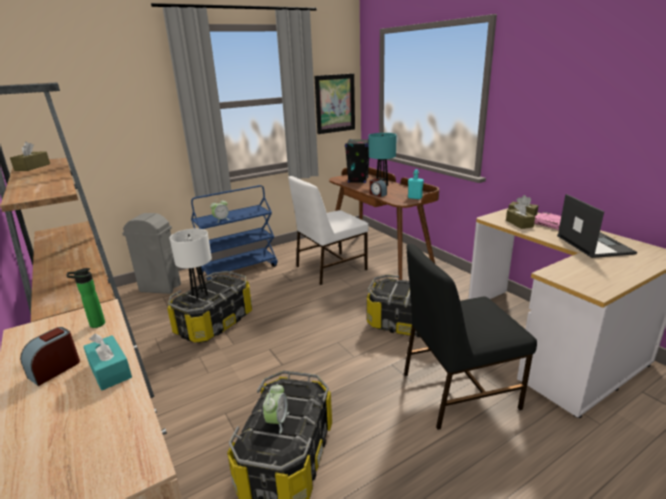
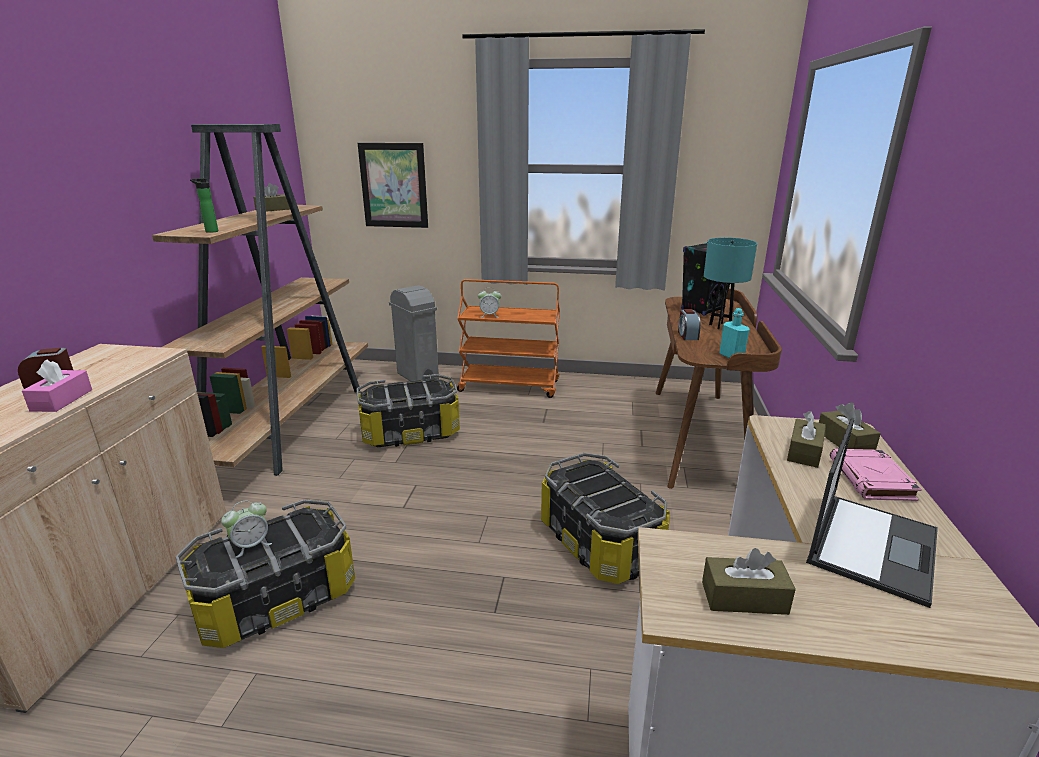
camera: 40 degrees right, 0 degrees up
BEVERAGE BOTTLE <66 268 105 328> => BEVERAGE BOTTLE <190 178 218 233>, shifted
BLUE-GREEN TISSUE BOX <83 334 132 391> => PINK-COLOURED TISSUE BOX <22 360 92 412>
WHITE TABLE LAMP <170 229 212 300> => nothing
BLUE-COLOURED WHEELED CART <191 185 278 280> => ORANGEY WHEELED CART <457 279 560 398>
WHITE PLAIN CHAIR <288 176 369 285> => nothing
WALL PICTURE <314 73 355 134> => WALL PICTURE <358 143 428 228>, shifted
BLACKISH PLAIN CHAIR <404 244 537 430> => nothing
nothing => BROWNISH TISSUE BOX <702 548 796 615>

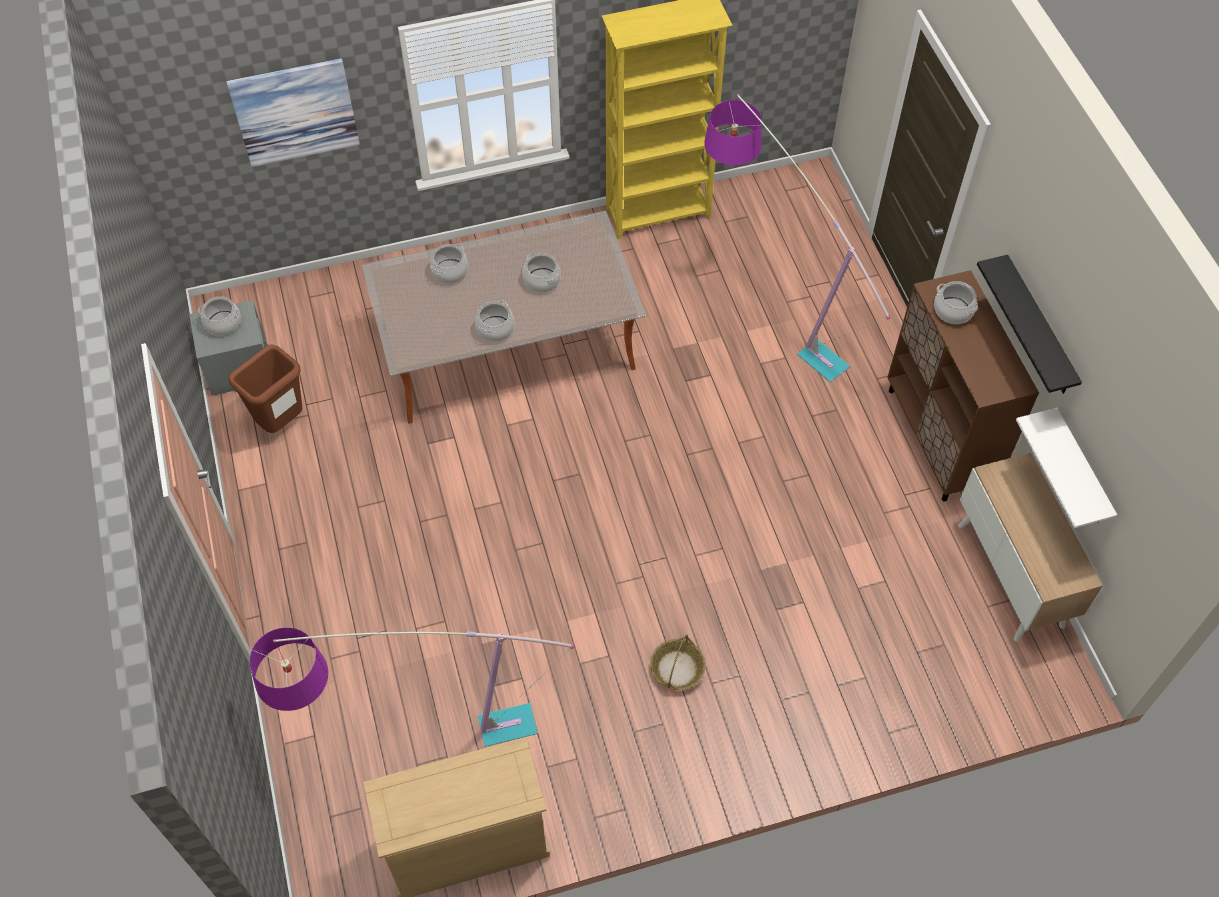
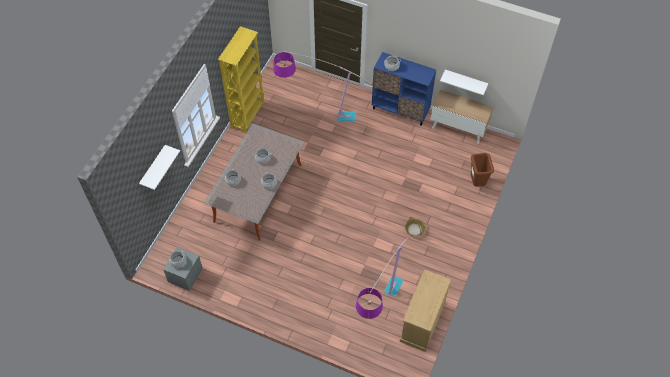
camera: 50 degrees left, 0 degrees up
WALL PICTURE <226 58 360 167> => WHITE SHELF <139 145 180 190>
BROWNISH TRASH CAN <228 345 302 433> => BROWNISH TRASH CAN <471 153 494 187>, shifted
BROWNISH STORAGE CABINET <887 270 1039 502> => BLUE-COLOURED STORAGE CABINET <372 52 436 126>
BLACKISH SHELF <977 255 1082 394> => nothing

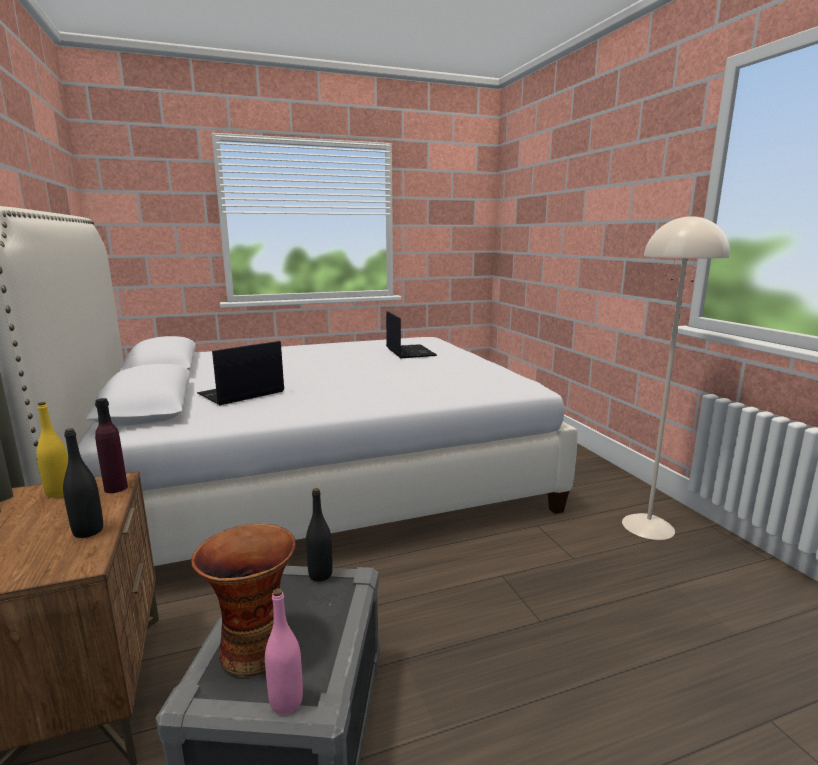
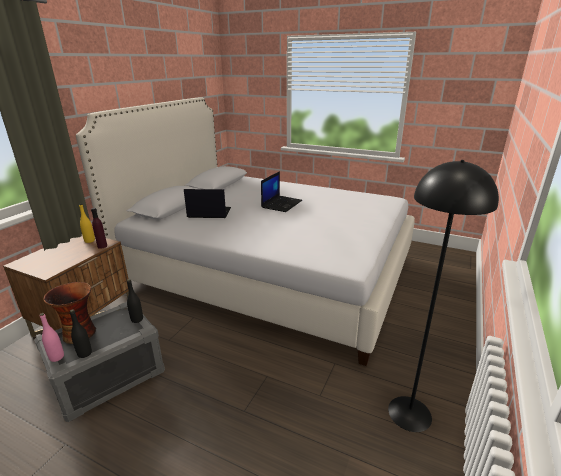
camera: 45 degrees right, 10 degrees up
BLACKISH BEVERAGE BOTTLE <63 428 103 538> => BLACKISH BEVERAGE BOTTLE <70 309 92 358>, shifted
NOTEBOOK COMPUTER <386 311 437 358> => NOTEBOOK COMPUTER <261 171 302 212>, shifted
BEIGE STANDING LAMP <622 214 730 540> => BLACKISH STANDING LAMP <388 160 499 432>

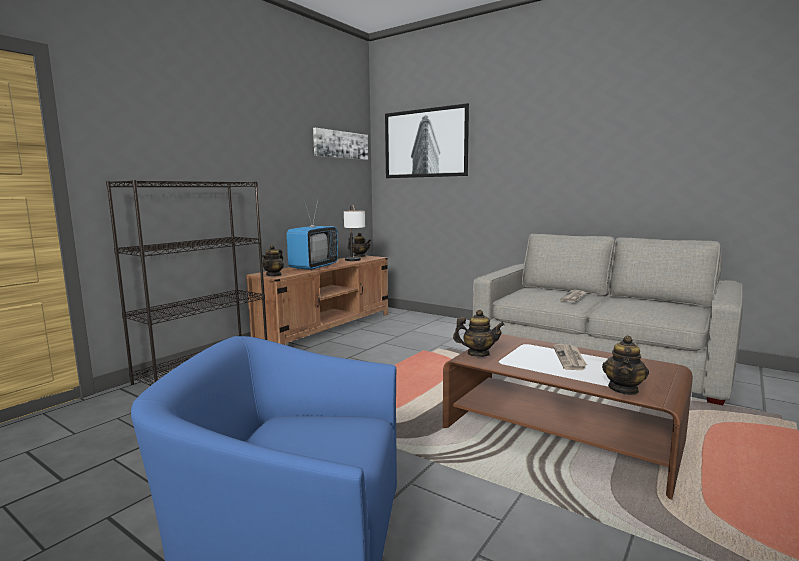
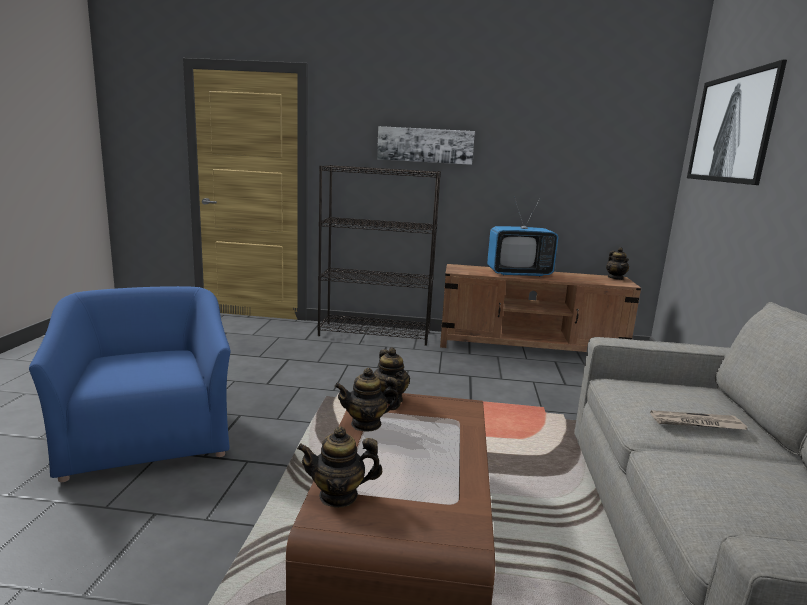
camera: 60 degrees right, 5 degrees up
TEAPOT <262 245 284 276> => TEAPOT <334 368 401 432>, shifted
WALL PICTURE <313 128 368 160> => WALL PICTURE <377 126 475 165>, shifted
TABLE LAMP <344 205 365 261> => nothing
NEWSPAPER <553 344 587 370> => nothing

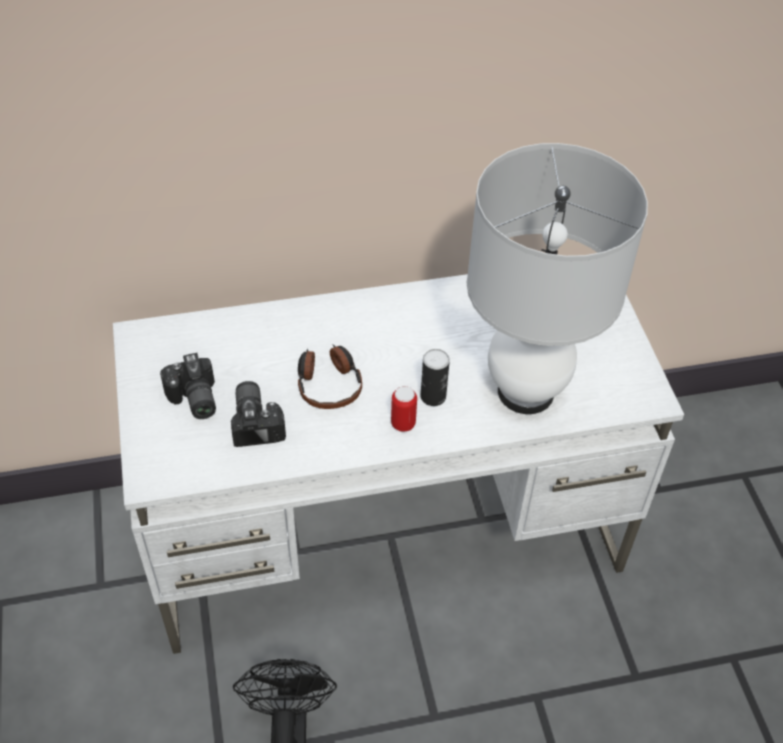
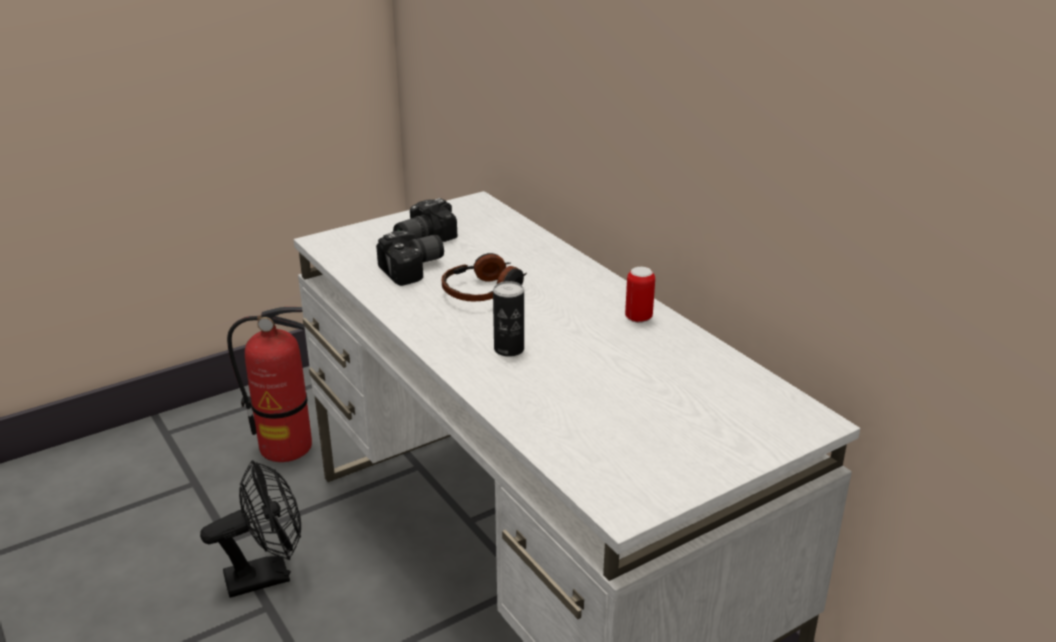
camera: 70 degrees right, 20 degrees down
METAL CAN <391 386 417 432> => METAL CAN <625 267 655 323>, shifted
WHITE TABLE LAMP <466 143 648 414> => nothing
nothing => FIRE-FIGHTING CYLINDER <227 307 312 462>

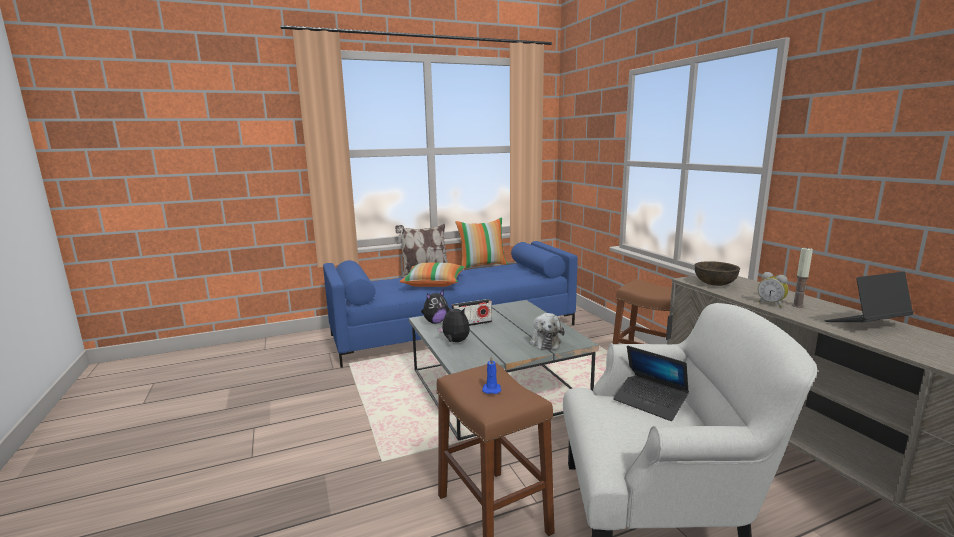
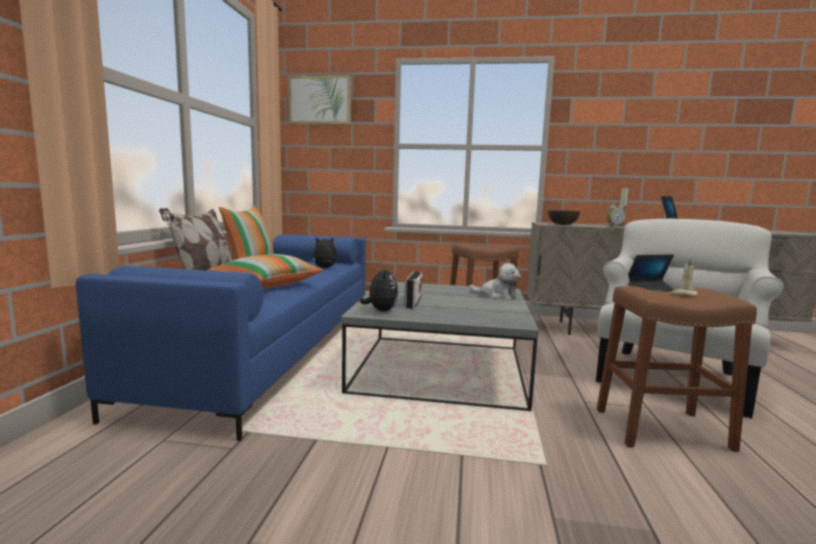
camera: 60 degrees left, 5 degrees down
PLUSH TOY <437 305 470 342> => PLUSH TOY <313 236 337 268>, shifted
BLUE-COLOURED CANDLE <482 355 501 394> => BEIGE CANDLE <672 258 698 295>
nothing => WALL PICTURE <288 75 351 124>

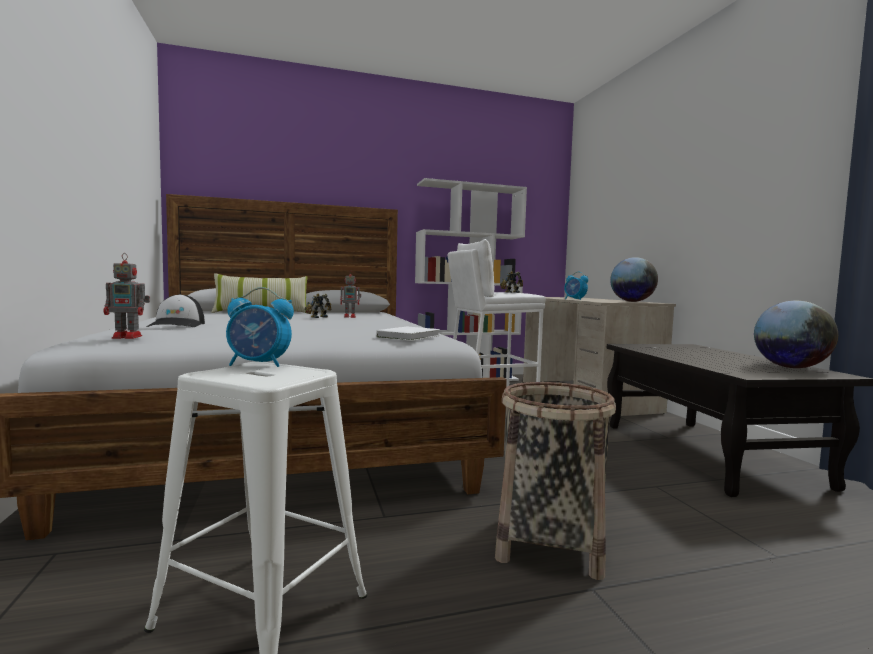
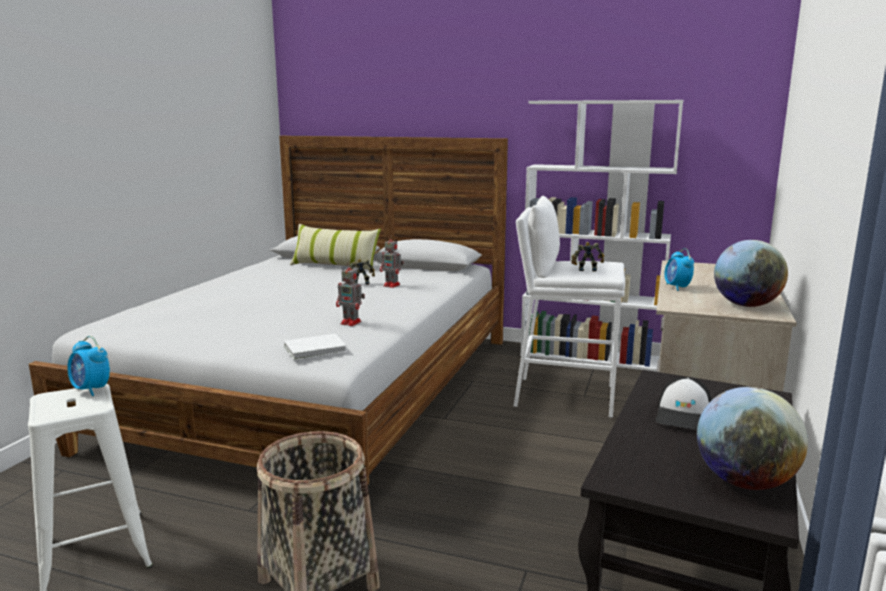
camera: 35 degrees right, 10 degrees up
ROBOT FIGURE <104 253 150 339> => ROBOT FIGURE <336 262 365 326>, shifted
CAP <146 294 205 327> => CAP <656 377 712 430>, shifted

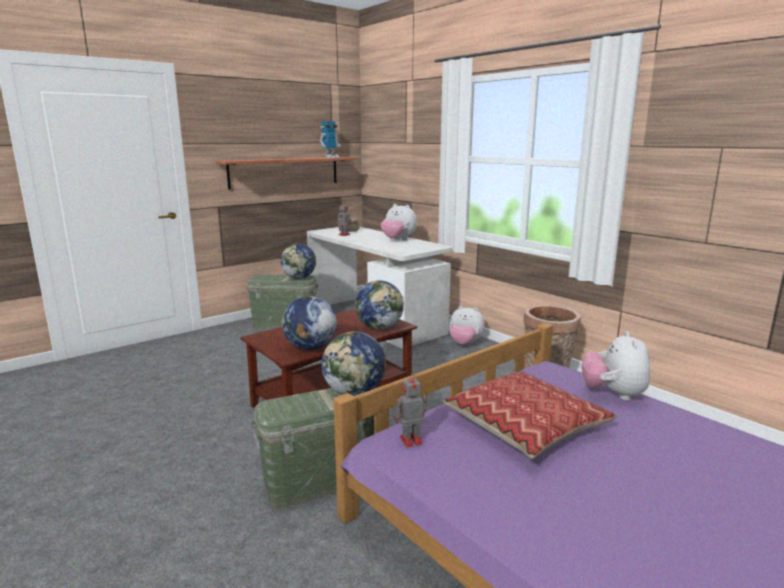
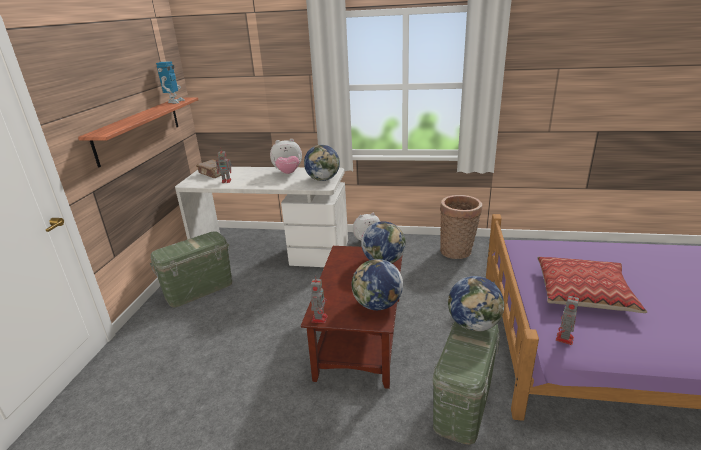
camera: 40 degrees left, 10 degrees up
WORLD GLOBE <280 243 316 279> => WORLD GLOBE <304 145 340 181>, shifted
PLUSH TOY <581 331 650 400> => nothing
nothing => ROBOT FIGURE <311 276 328 323>

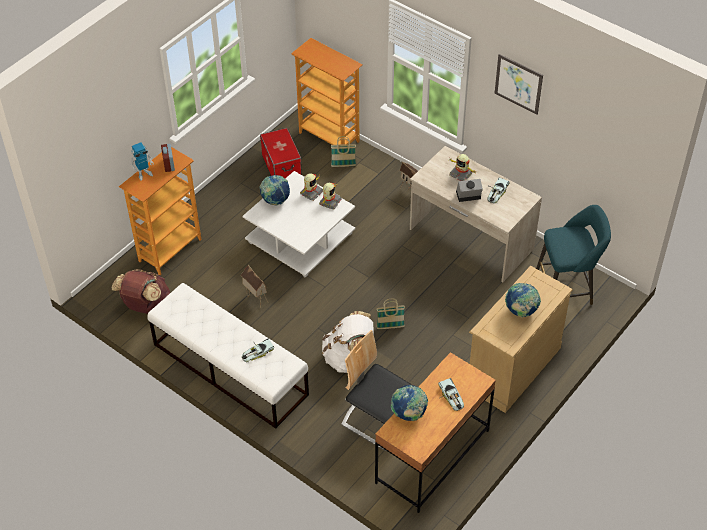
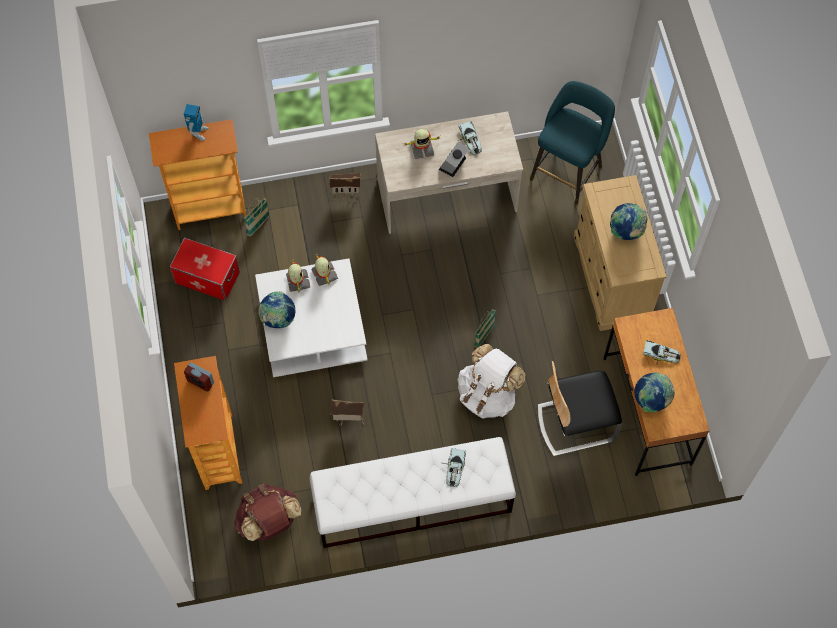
camera: 50 degrees left, 15 degrees up
ROBOT FIGURE <131 142 154 181> => ROBOT FIGURE <184 104 209 141>, shifted
WALL PICTURE <494 54 543 115> => nothing

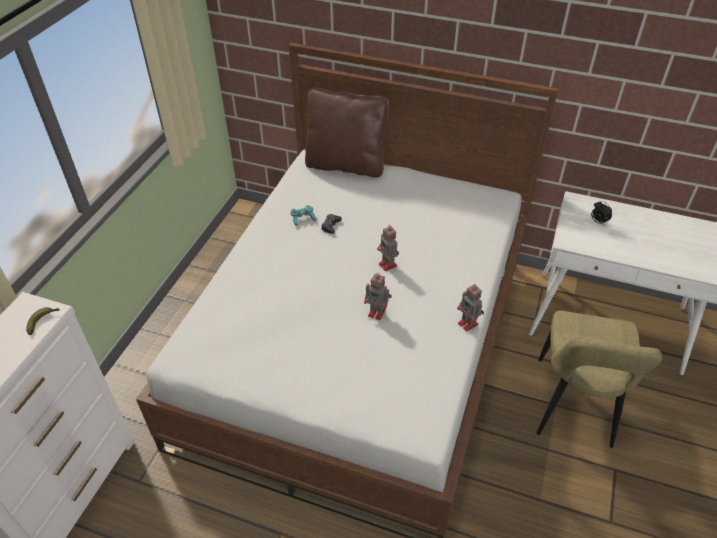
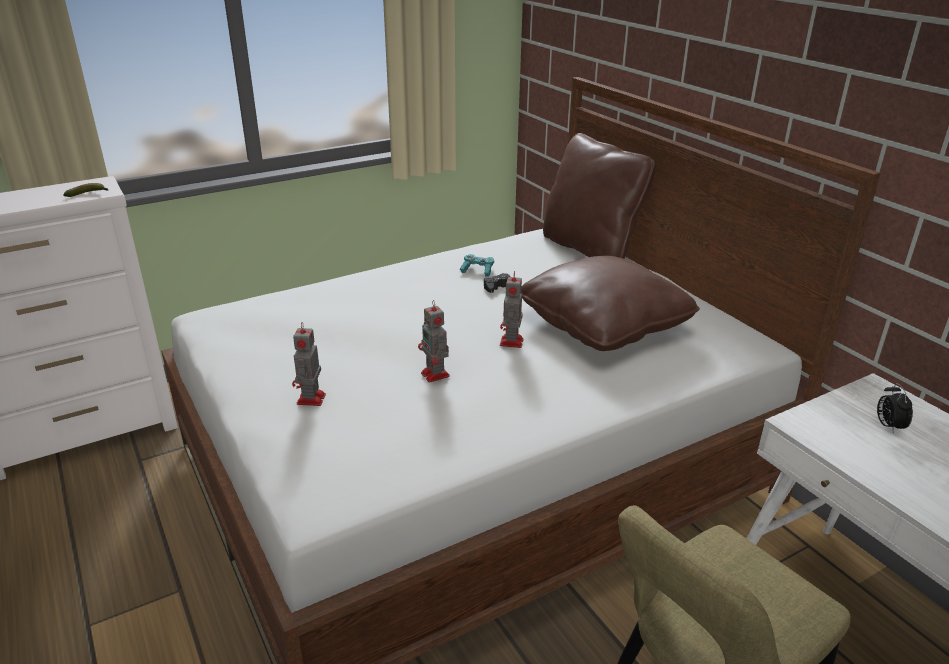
camera: 40 degrees right, 15 degrees down
ROBOT FIGURE <457 284 484 332> => ROBOT FIGURE <292 322 326 406>, shifted
nothing => BROWNISH PILLOW <521 255 700 351>

